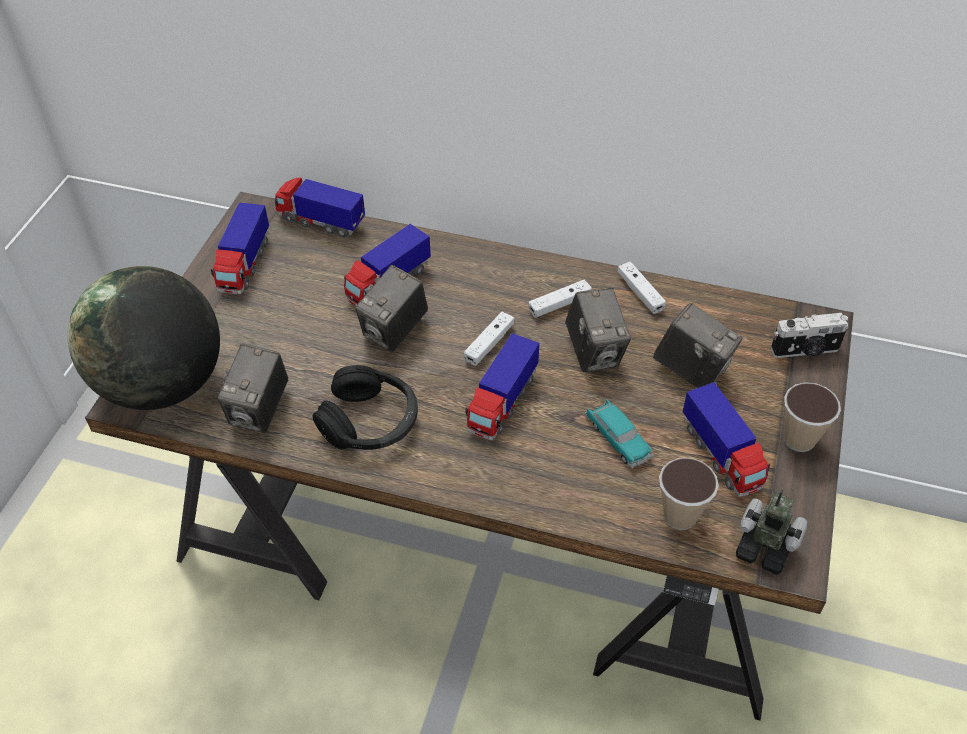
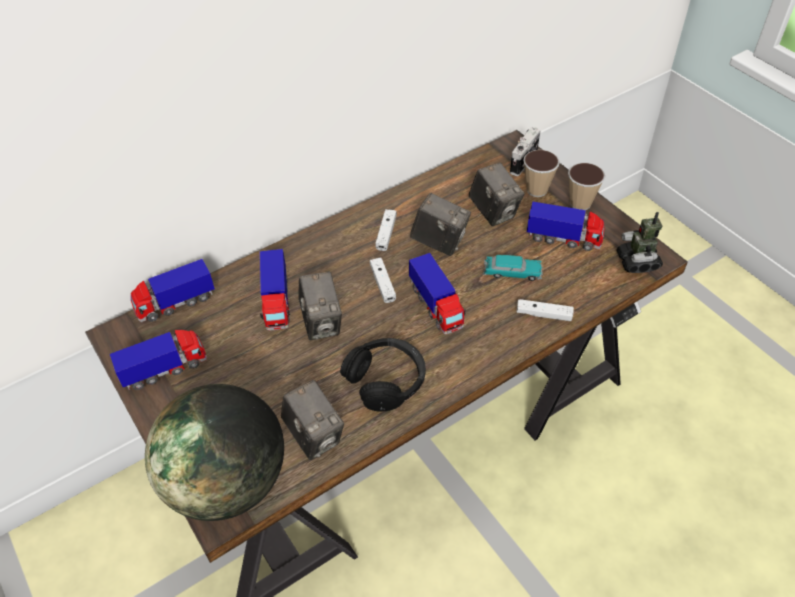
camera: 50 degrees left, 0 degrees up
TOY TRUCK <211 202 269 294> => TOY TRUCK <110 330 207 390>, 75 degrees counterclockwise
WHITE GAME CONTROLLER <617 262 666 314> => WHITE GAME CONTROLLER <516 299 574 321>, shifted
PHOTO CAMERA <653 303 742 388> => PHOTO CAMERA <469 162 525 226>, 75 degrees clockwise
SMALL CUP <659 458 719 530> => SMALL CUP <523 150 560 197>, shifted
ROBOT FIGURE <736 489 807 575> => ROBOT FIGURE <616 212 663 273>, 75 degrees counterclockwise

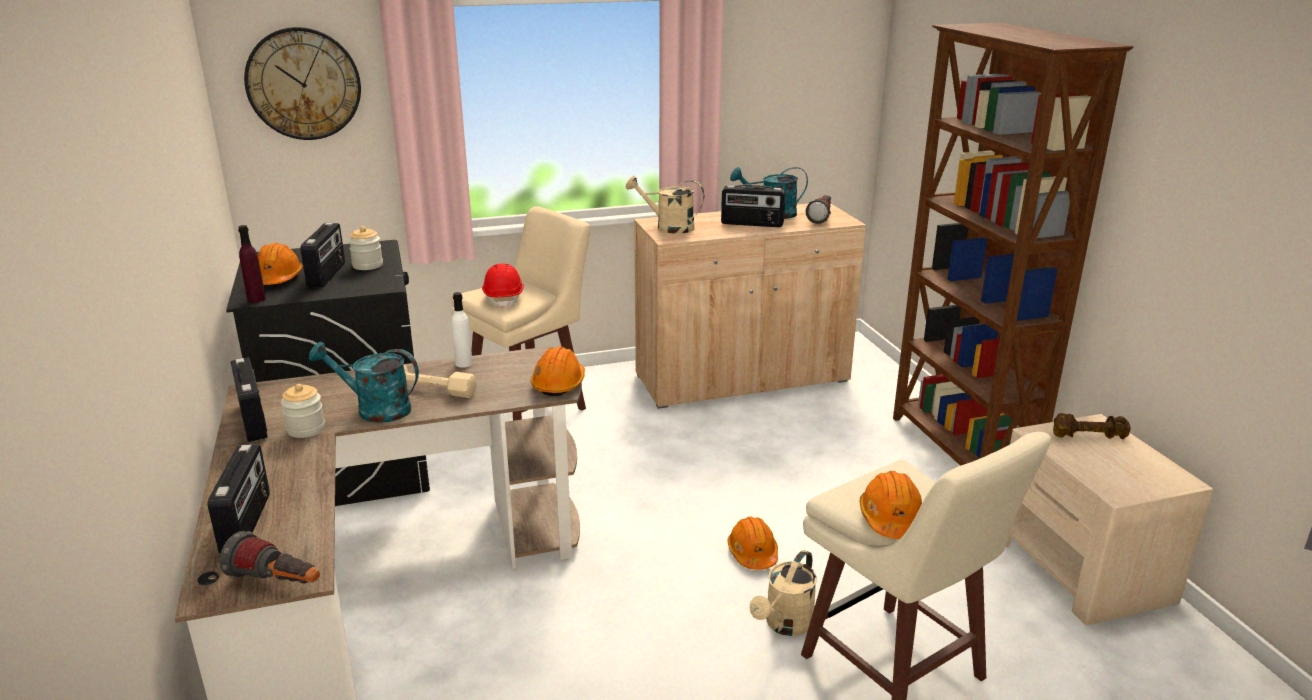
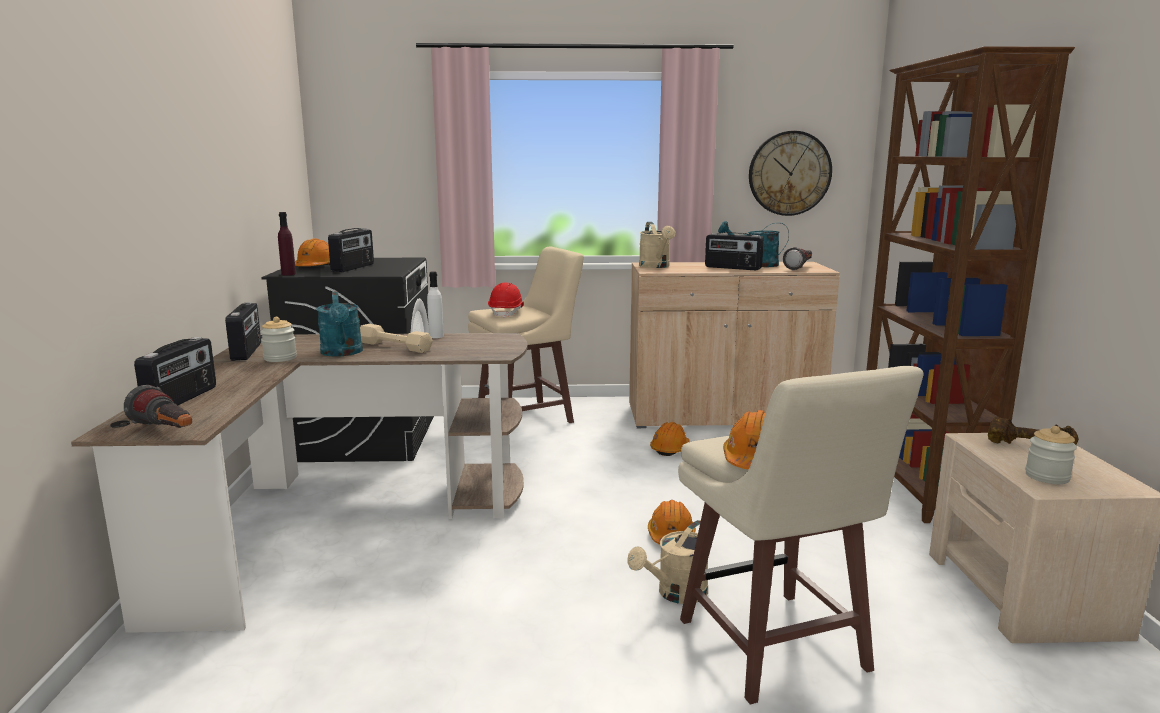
camera: 15 degrees right, 10 degrees down
WALL CLOCK <244 27 361 140> => WALL CLOCK <749 131 832 216>, shifted
BLUE-GREEN SPRINKLING CAN <309 342 419 423> => BLUE-GREEN SPRINKLING CAN <317 291 363 357>, 135 degrees counterclockwise
JAR <349 226 383 270> => JAR <1025 426 1077 484>, shifted
ORANGEY HARD HAT <531 346 585 396> => ORANGEY HARD HAT <650 422 690 456>, shifted
BEIGE SPRINKLING CAN <626 176 705 234> => BEIGE SPRINKLING CAN <639 222 675 268>, 135 degrees counterclockwise

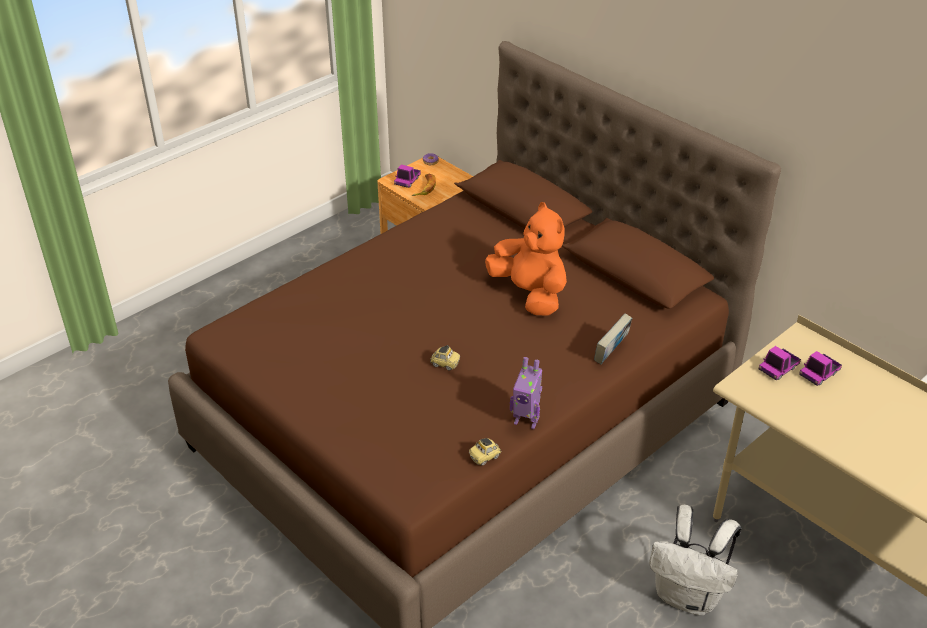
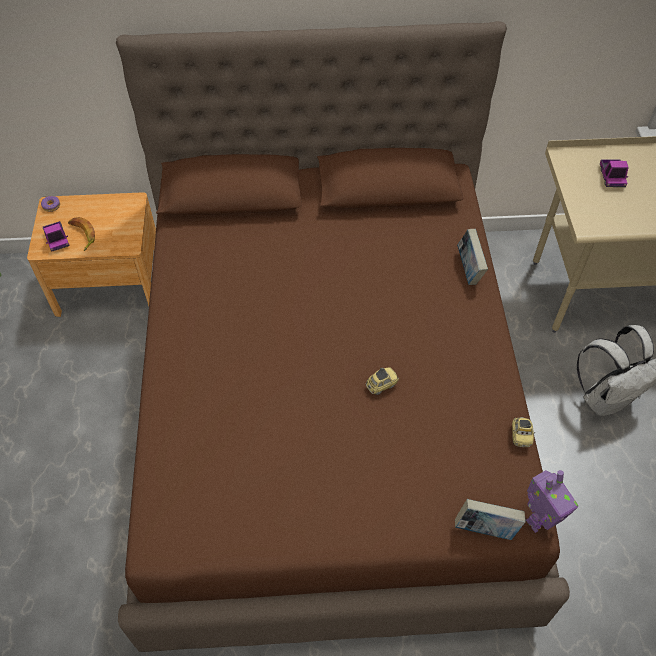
camera: 50 degrees left, 15 degrees up
ORANGEY PLUSH TOY <485 202 567 316> => nothing
ROBOT FIGURE <510 357 542 429> => ROBOT FIGURE <526 470 578 533>, shifted
TOY TRUCK <759 346 801 380> => nothing
nothing => BOUND BOOK <455 499 526 540>

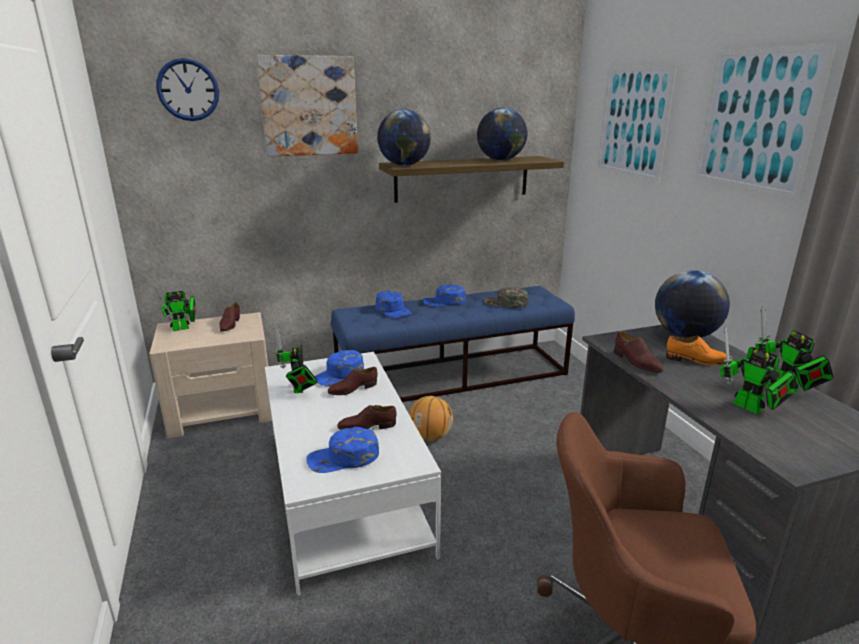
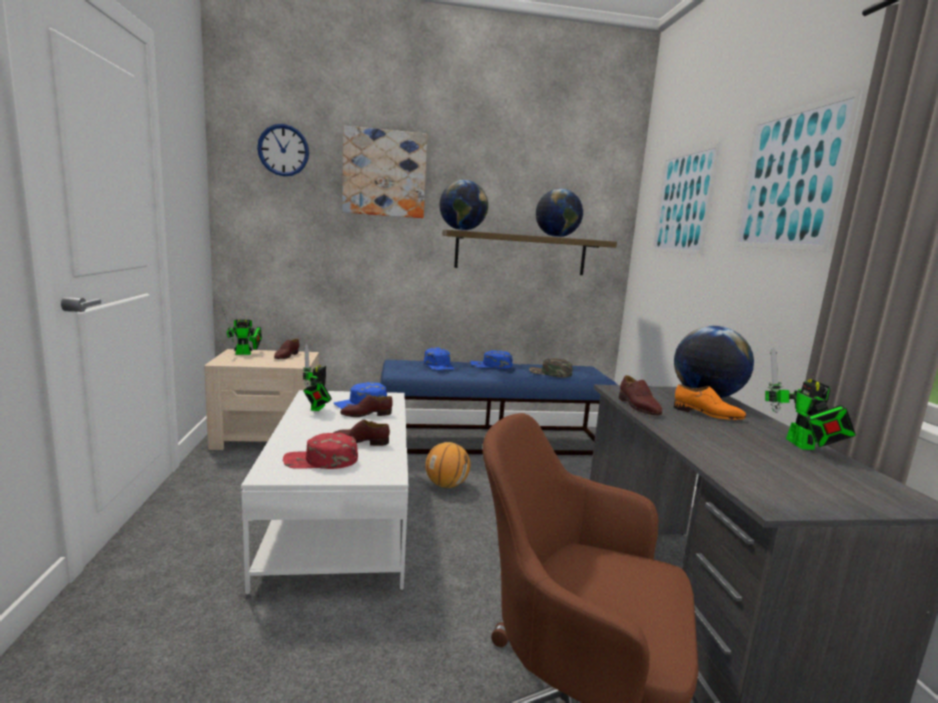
camera: 10 degrees right, 10 degrees down
BLUE-COLOURED CAP <306 427 379 473> => RED-COLOURED CAP <283 433 358 469>
ROBOT FIGURE <720 326 796 414> => nothing

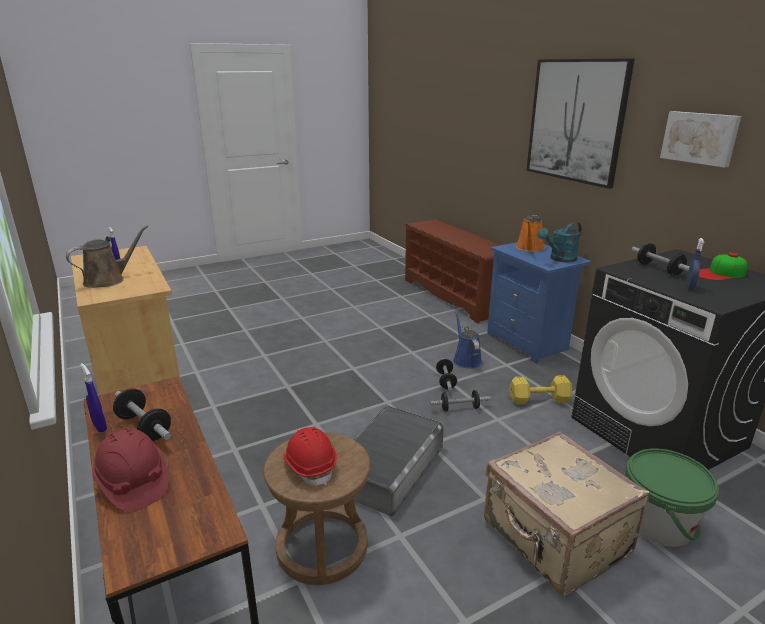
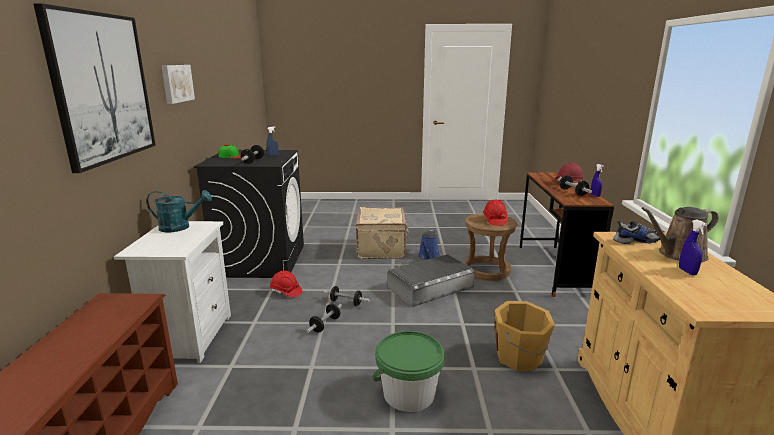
camera: 150 degrees left, 5 degrees down
BLUE-COLOURED SPRINKLING CAN <453 312 482 368> => BLUE-COLOURED SPRINKLING CAN <418 230 440 260>, shifted
BLUE-COLOURED NIGHT TABLE <487 242 592 364> => WHITE NIGHT TABLE <114 221 231 363>
YELLOW-COLOURED HAND WEIGHT <510 375 573 405> => RED-COLOURED HARD HAT <270 271 302 298>
ORANGEY SPRINKLING CAN <516 215 545 252> => nothing
GREEN PAIL <625 449 719 547> => GREEN PAIL <372 331 445 412>, shifted
nothing => ORANGEY PAIL <494 301 555 371>
nothing => LOW SHOE <613 221 660 244>

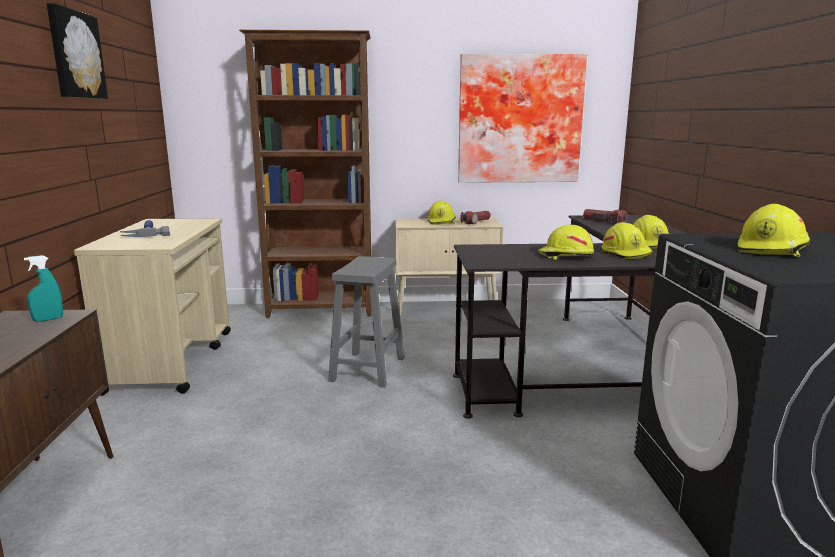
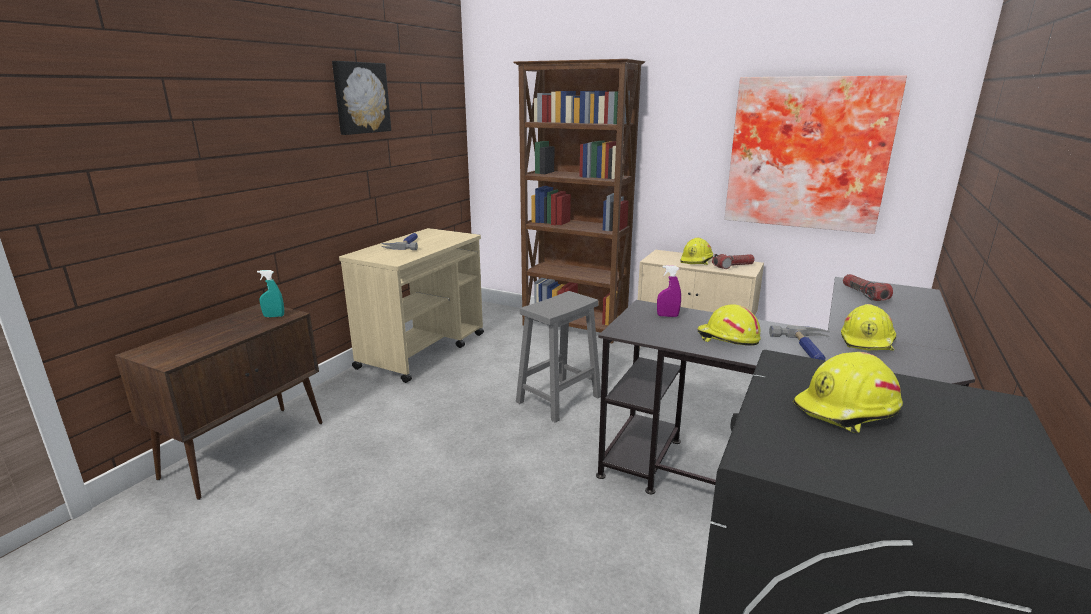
camera: 30 degrees right, 5 degrees up
YELLOW-COLOURED HARD HAT <602 222 653 259> => HAND HAMMER <769 326 830 360>
nothing => PURPLE SPRAY BOTTLE <657 265 681 317>

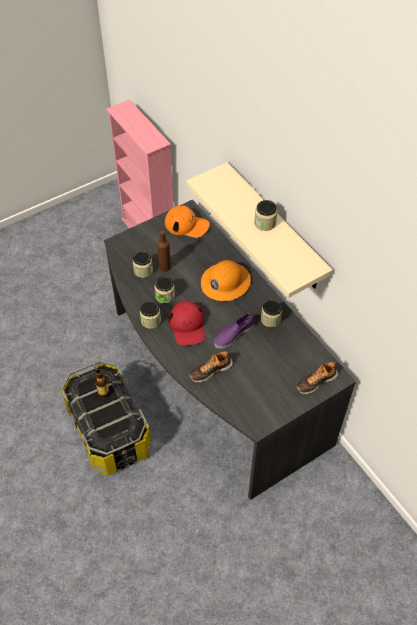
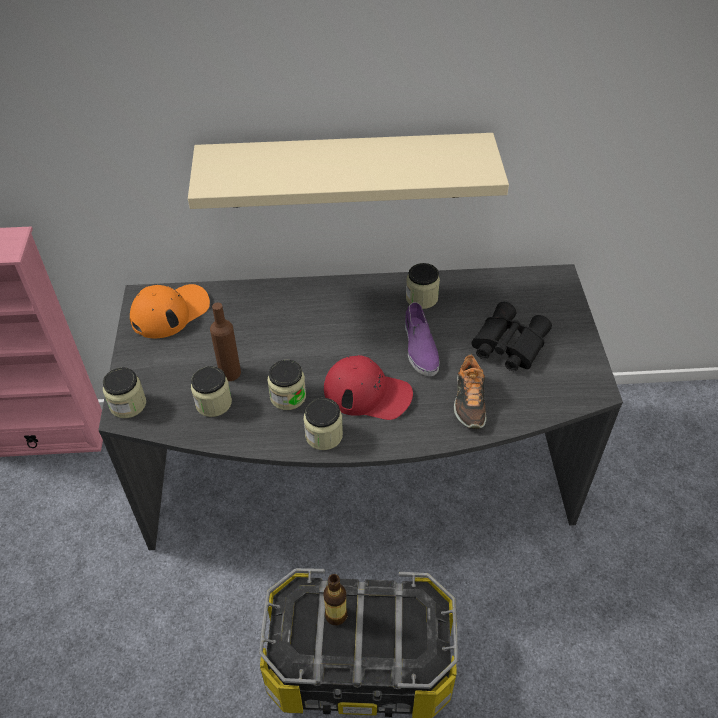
camera: 60 degrees left, 5 degrees down
ORANGEY HARD HAT <201 260 251 301> => nothing
JAR <254 200 277 231> => JAR <103 367 146 418>, shifted
LOW SHOE <296 362 338 394> => nothing
nothing => BLACKISH FIELD GLASSES <472 302 552 371>

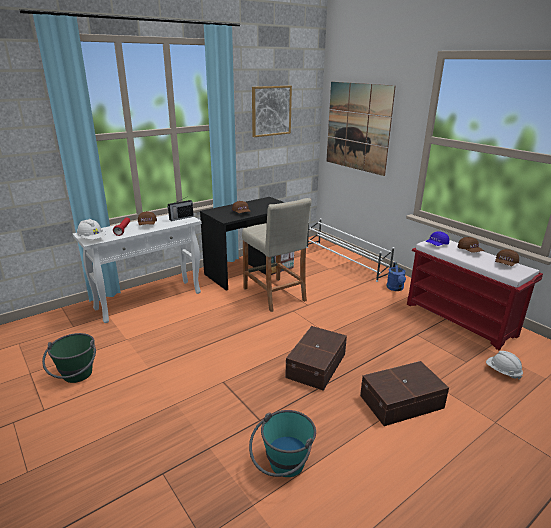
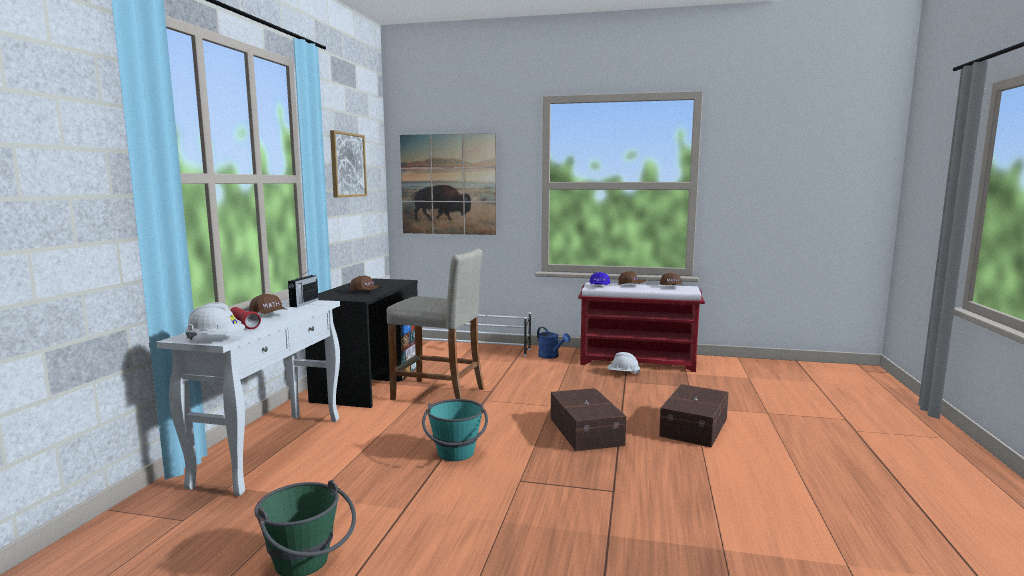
camera: 40 degrees left, 15 degrees down
BLUE-GREEN PAIL <249 410 316 477> => BLUE-GREEN PAIL <422 399 488 461>, shifted
WHITE HARD HAT <486 351 523 380> => WHITE HARD HAT <607 352 640 374>, shifted

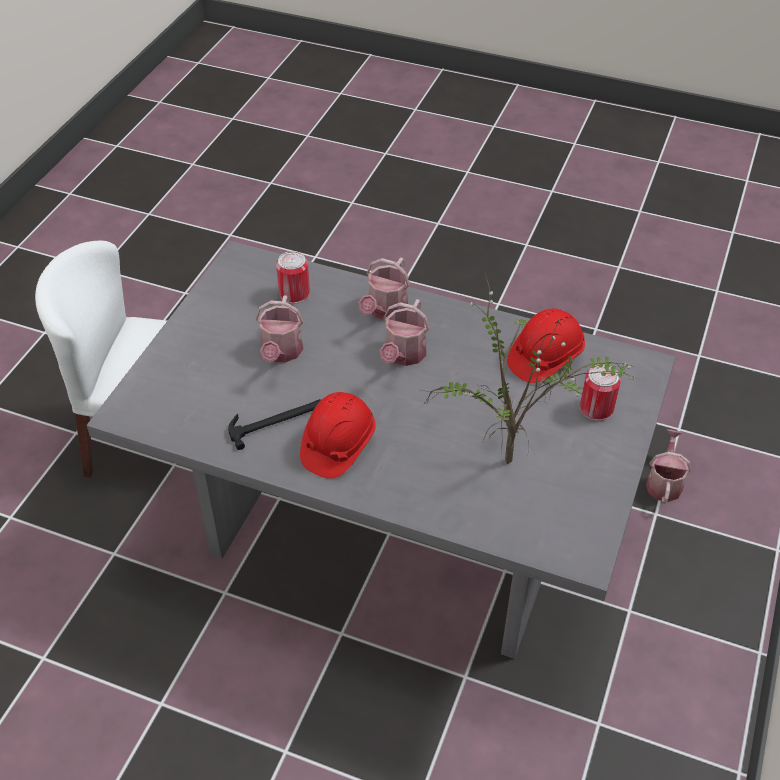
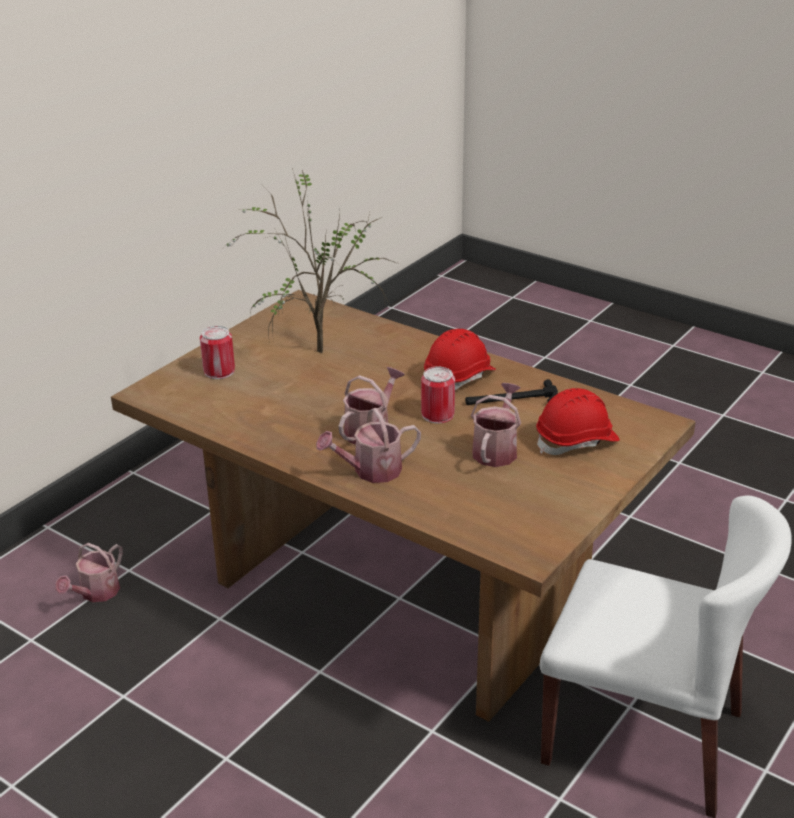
camera: 165 degrees left, 15 degrees down
GRAY DINING TABLE <87 241 676 659> => BROWNISH DINING TABLE <111 290 696 722>
METAL CAN <276 251 310 304> => METAL CAN <421 366 455 424>, shifted
SPRINKLING CAN <359 257 410 320> => SPRINKLING CAN <316 408 421 483>, 150 degrees counterclockwise
RED-COLOURED HARD HAT <507 309 585 383> => RED-COLOURED HARD HAT <536 388 620 455>, shifted

